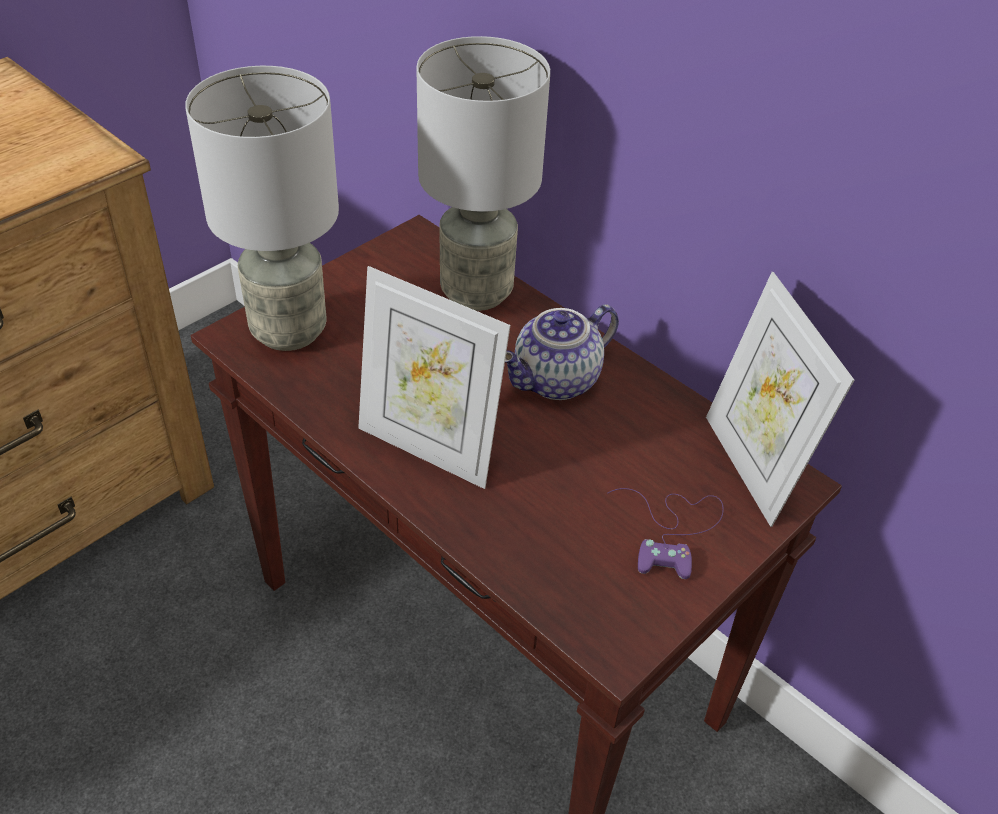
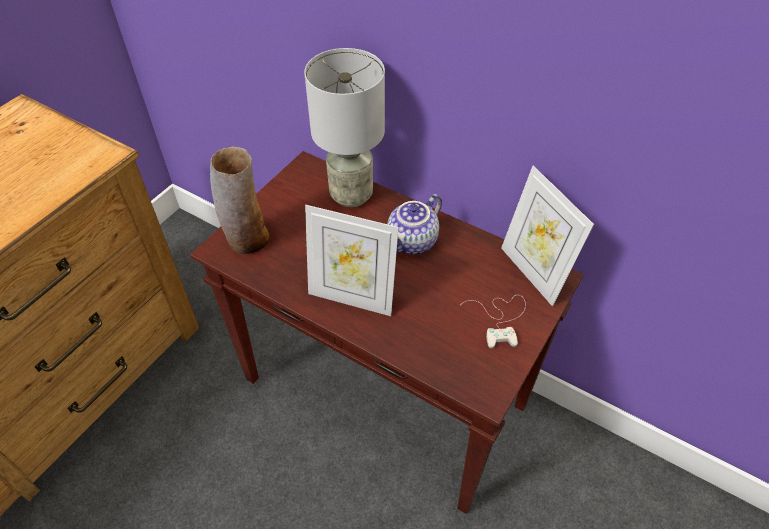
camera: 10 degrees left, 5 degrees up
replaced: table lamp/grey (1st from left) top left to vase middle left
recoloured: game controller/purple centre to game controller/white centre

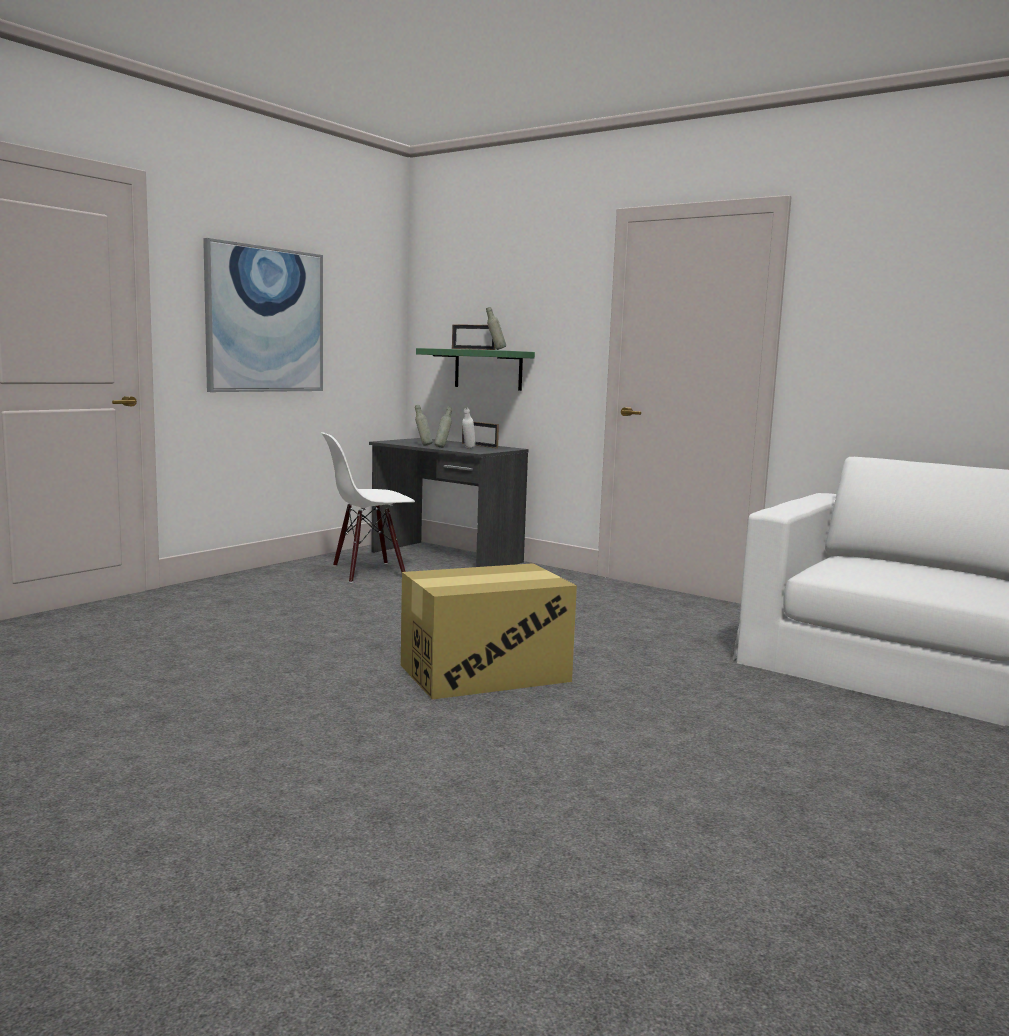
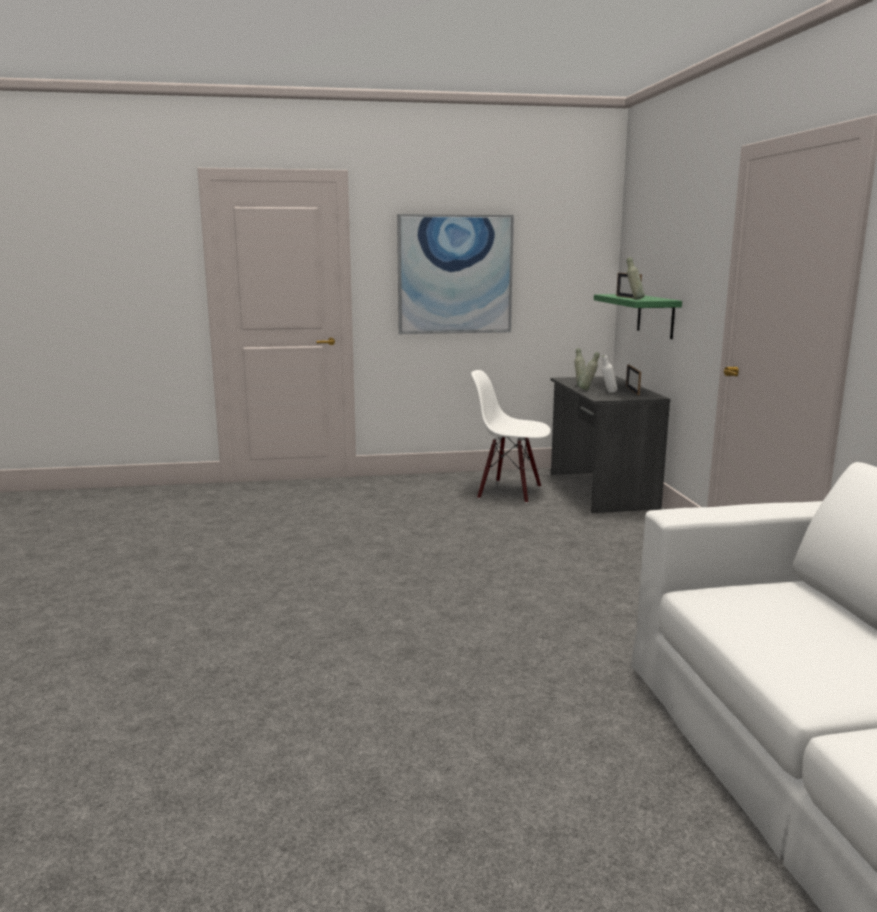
camera: 45 degrees right, 5 degrees up
removed: cardboard box centre

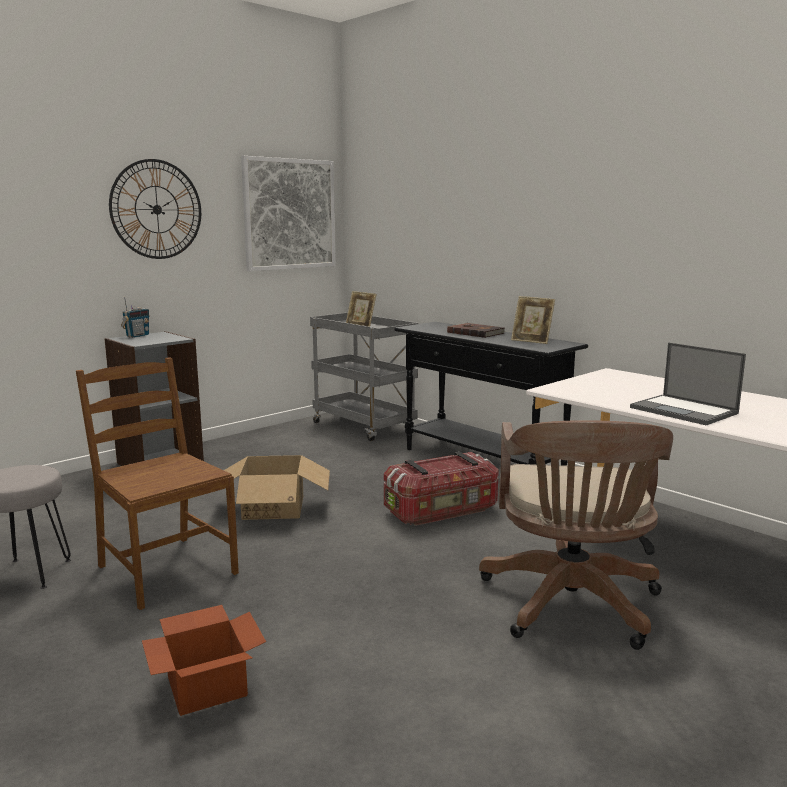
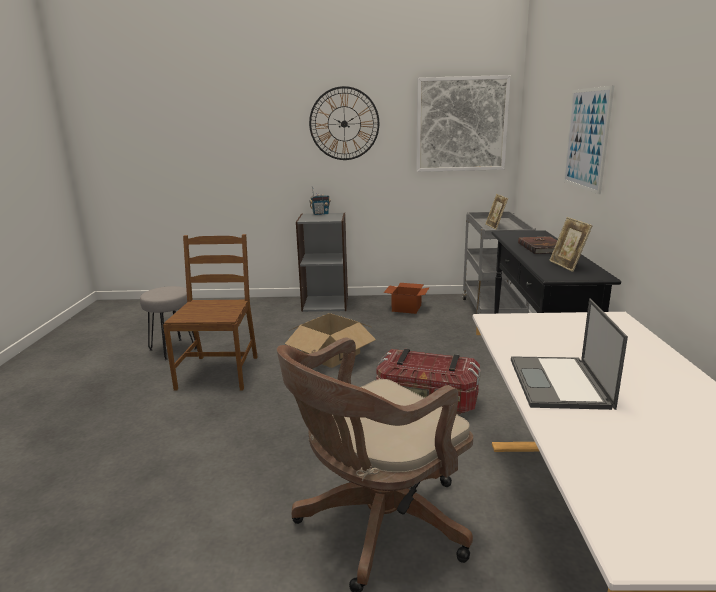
camera: 45 degrees right, 5 degrees up
added: picture (2nd from left) top right
moved: cardboard box (1st from left in the first image) bottom left to cardboard box (2nd from left) centre

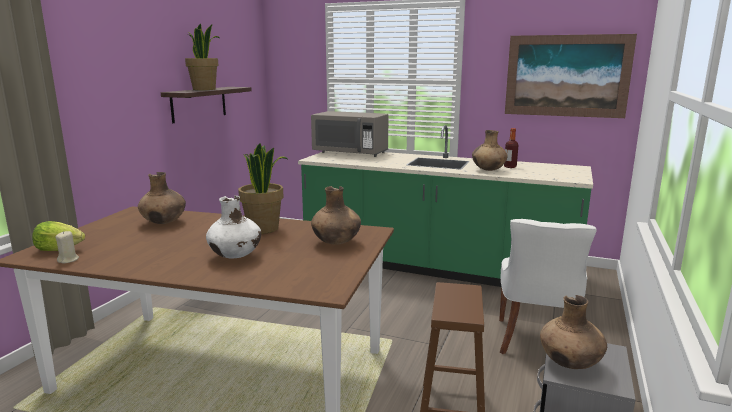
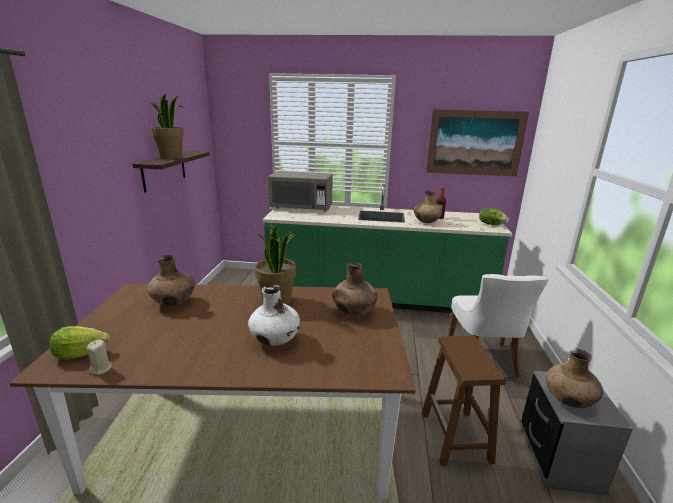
camera: 15 degrees left, 5 degrees up
added: lettuce (2nd from left) middle right

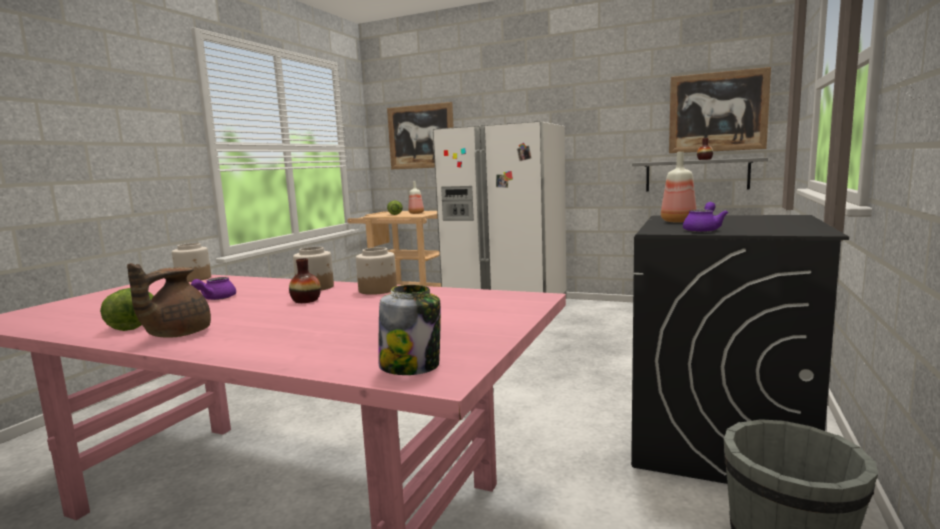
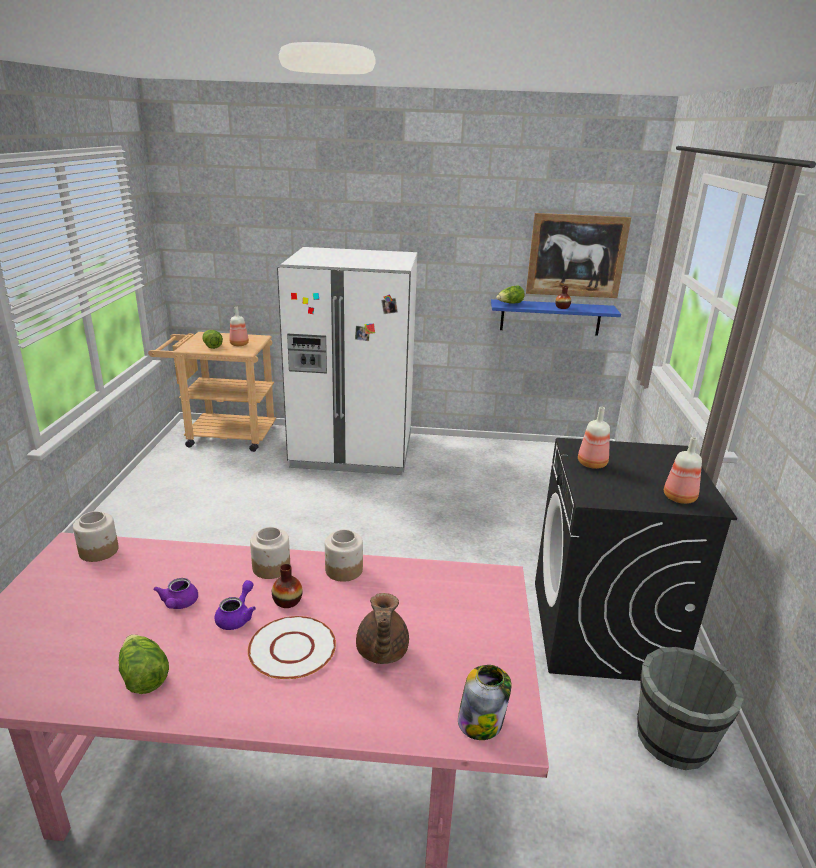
camera: 20 degrees left, 15 degrees up
removed: picture (1st from left) top centre
added: plate/white bottom centre; lettuce (3rd from left) centre; bottle (3rd from left) middle right
moved: teapot/brown middle left to bottom centre; teapot/purple (2nd from left) middle right to bottom left
recoloured: shelf/grey top right to shelf/blue middle right

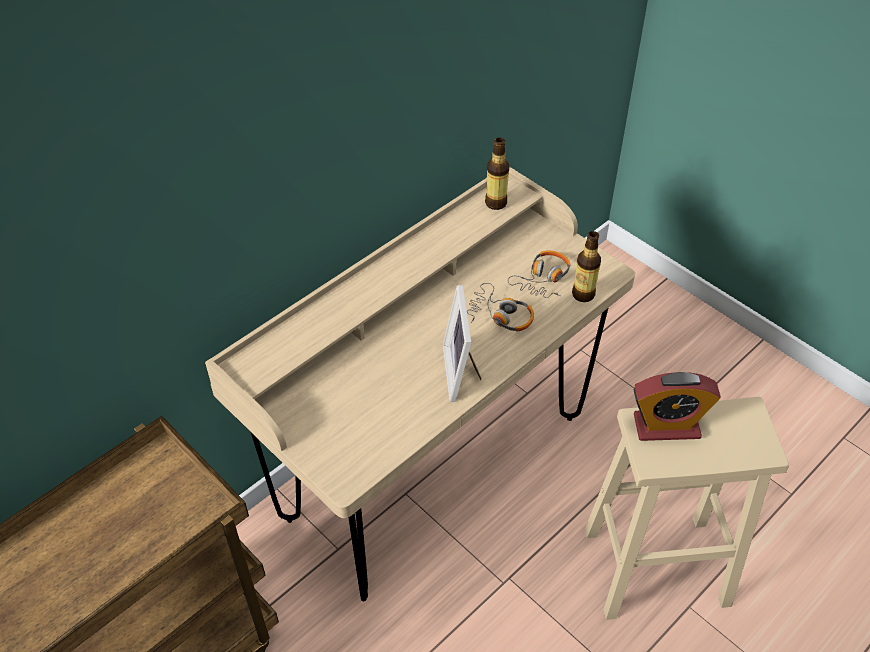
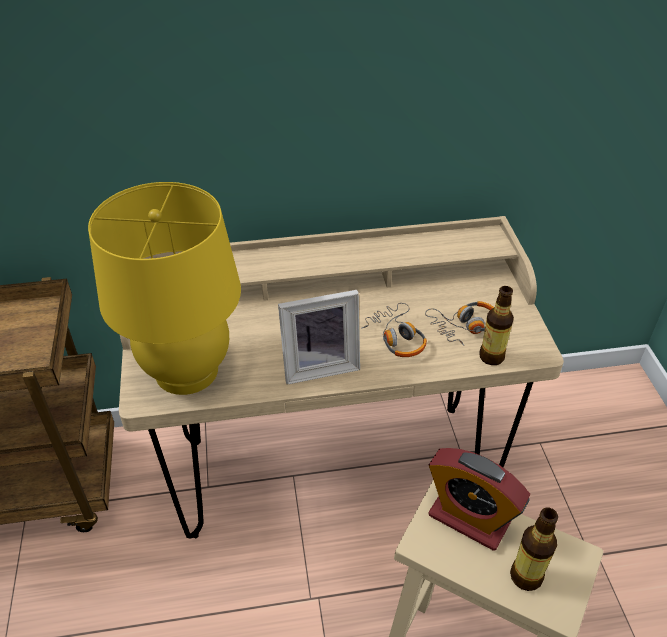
camera: 35 degrees right, 5 degrees down
added: table lamp/yellow middle left
moved: bottle (1st from left in the first image) top centre to bottle (2nd from left) bottom right
turned: picture frame centre = centre 135 degrees counterclockwise

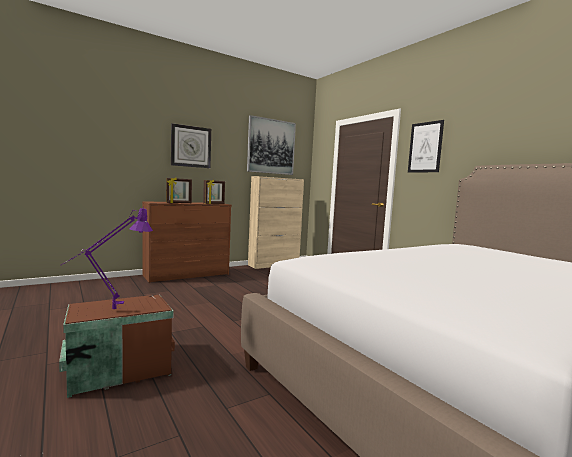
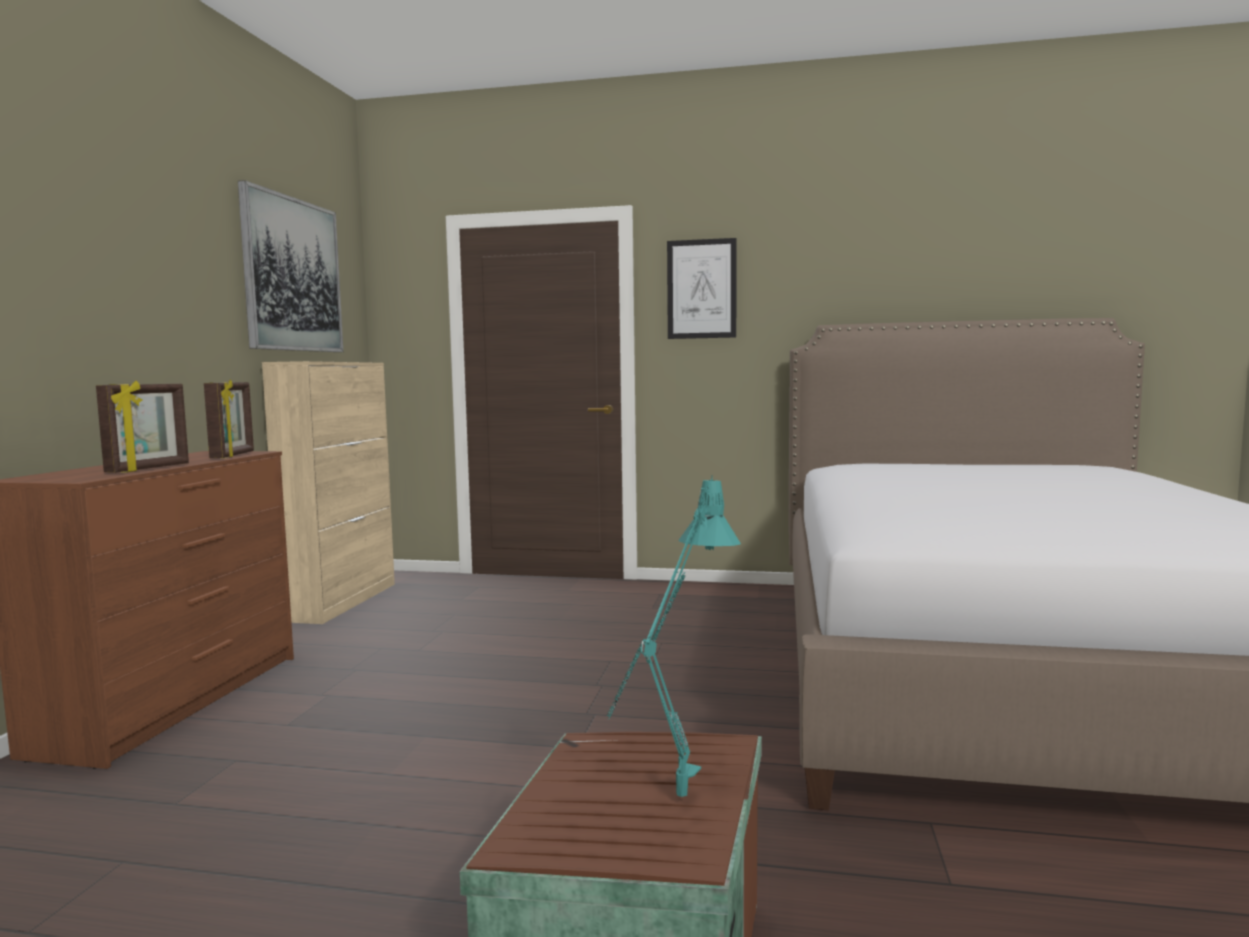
camera: 45 degrees left, 0 degrees up
removed: wall clock top centre
recoloured: table lamp/purple middle left to table lamp/turquoise bottom centre

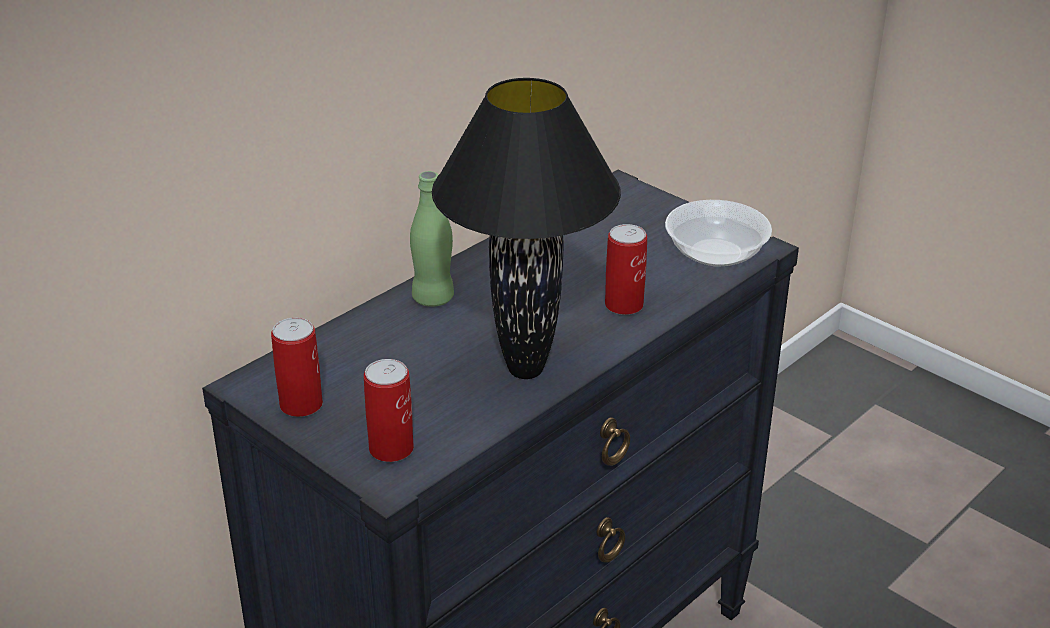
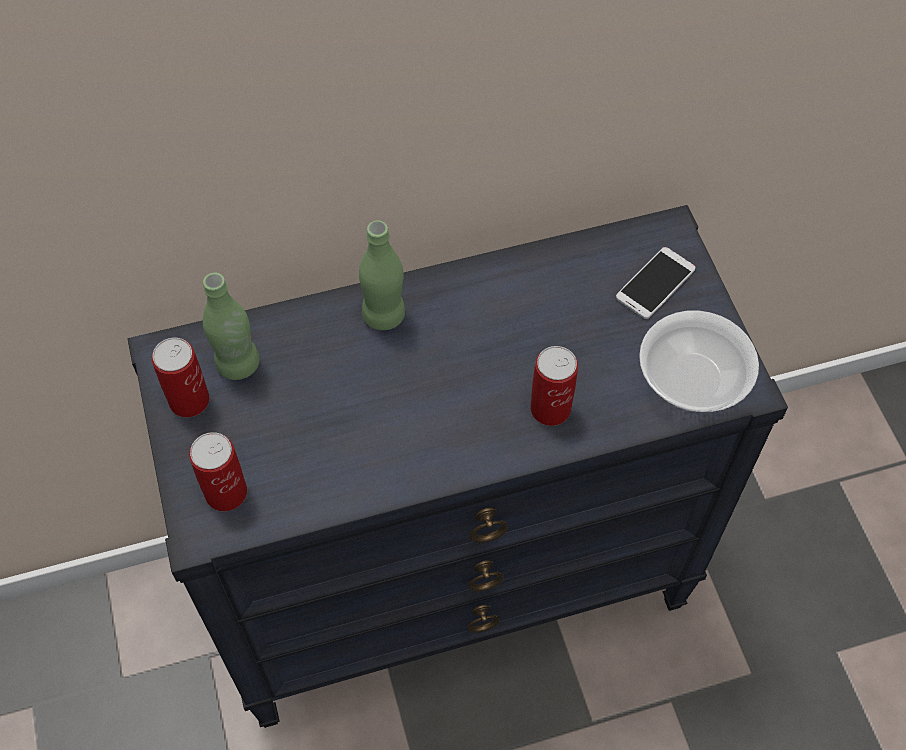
camera: 30 degrees right, 25 degrees up
removed: table lamp/black centre
added: bottle/green (1st from left) middle left; phone middle right

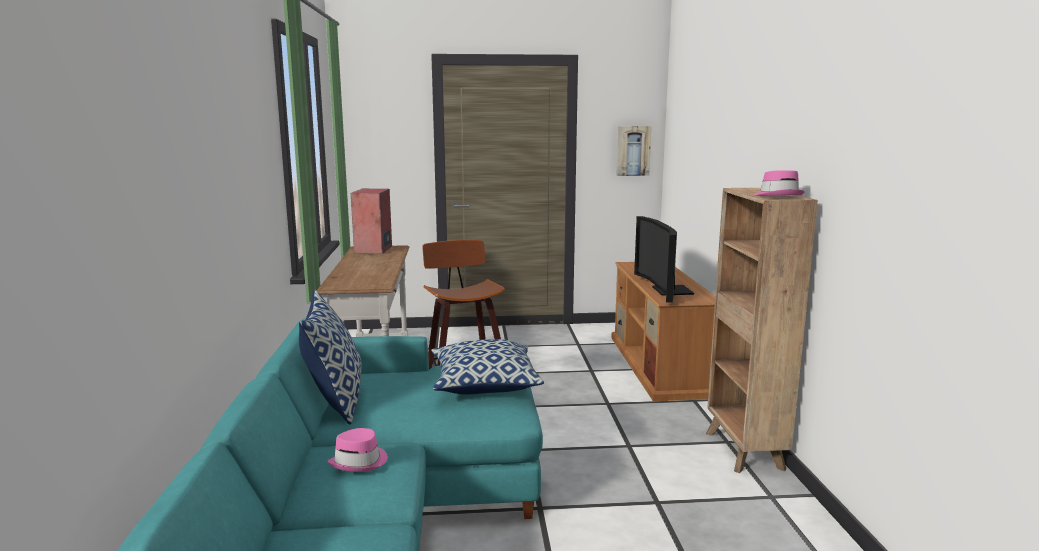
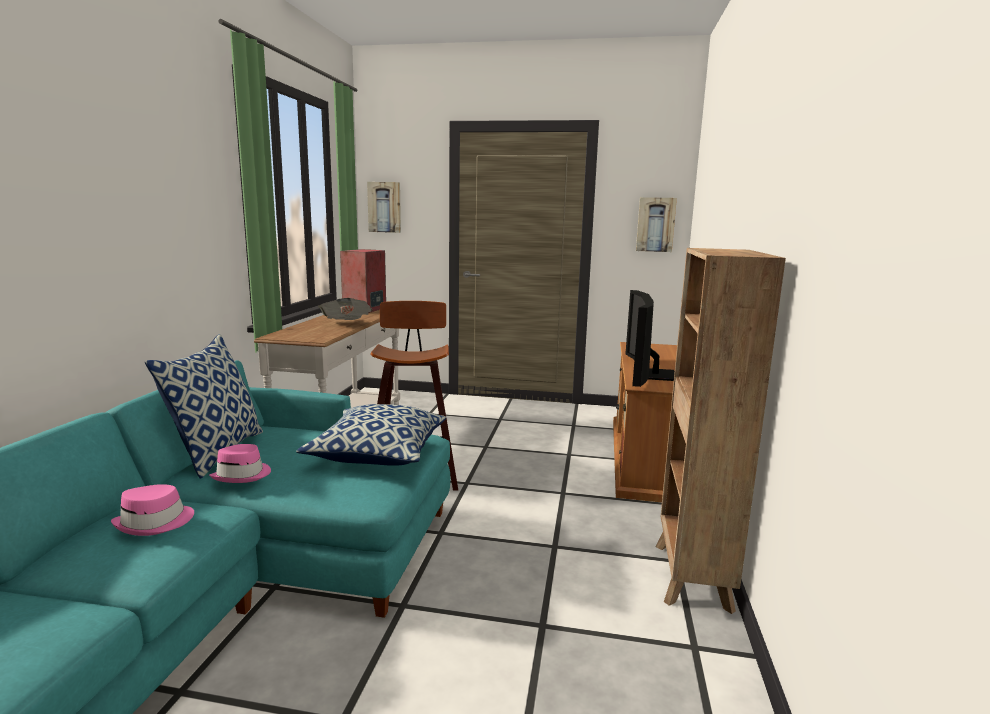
camera: 15 degrees right, 0 degrees up
added: newspaper centre; picture (1st from left) top centre
moved: hat/pink (2nd from left) top right to middle left

